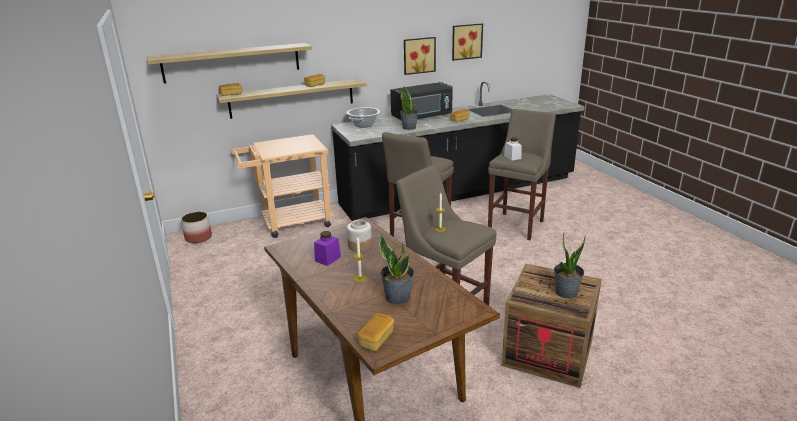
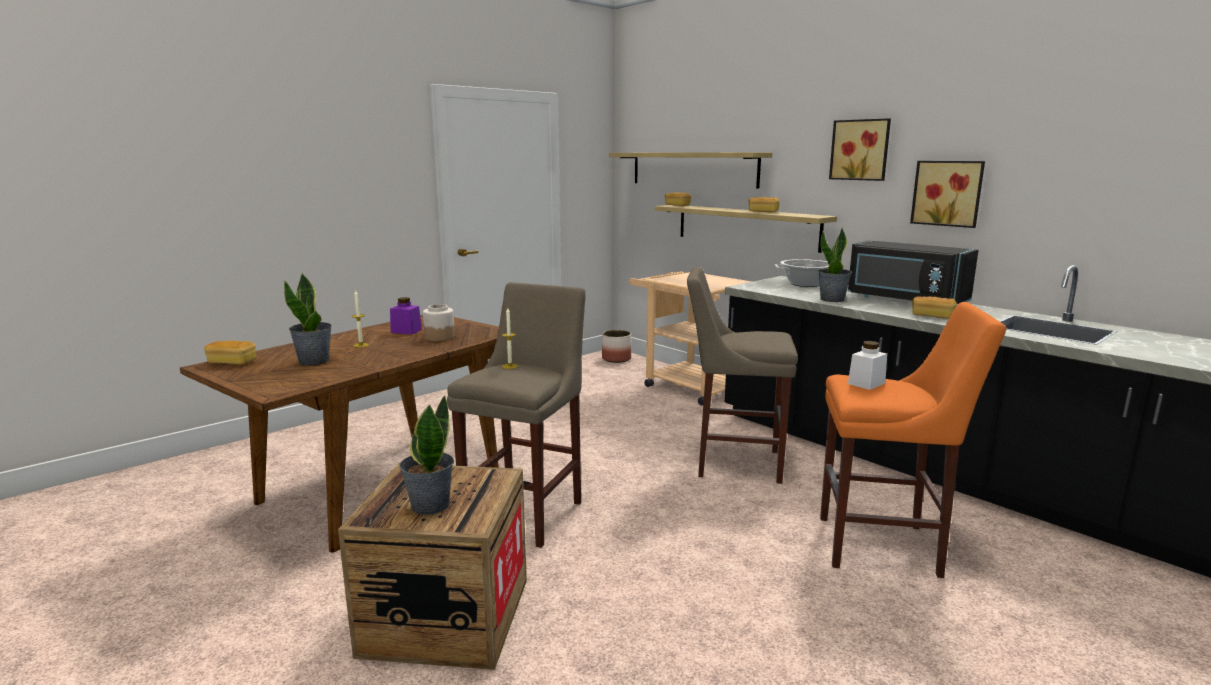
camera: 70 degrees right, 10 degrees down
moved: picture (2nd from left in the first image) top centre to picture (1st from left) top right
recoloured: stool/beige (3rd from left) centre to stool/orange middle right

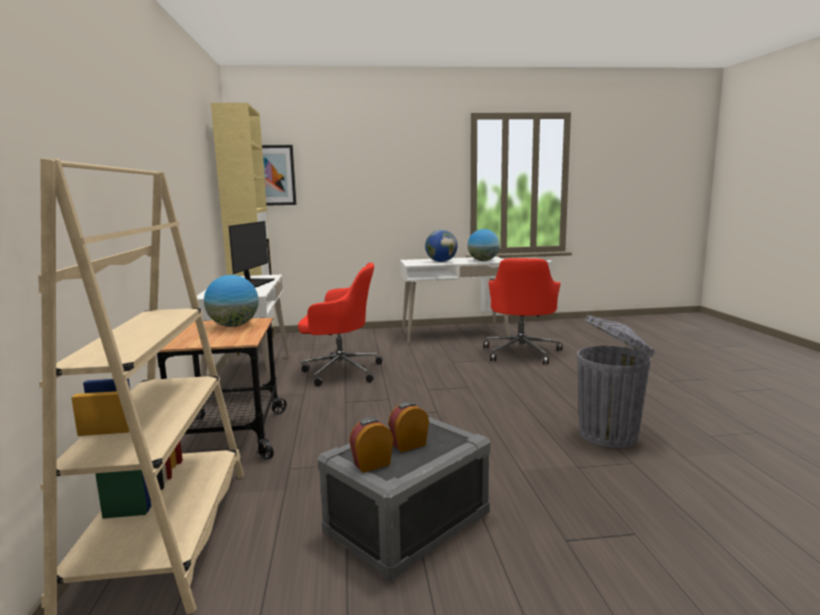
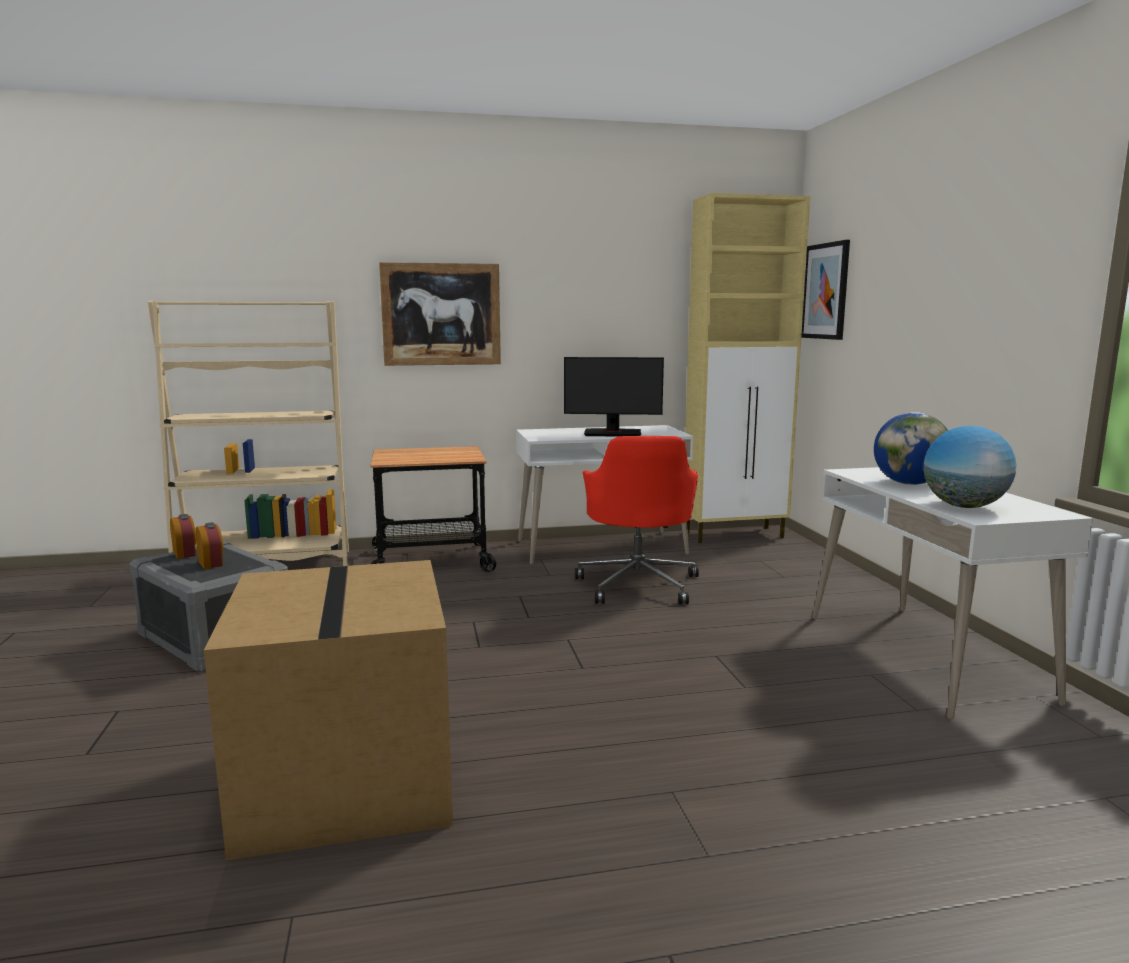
camera: 85 degrees right, 0 degrees up
removed: globe (1st from left) middle left; office chair/red (2nd from left) centre
added: picture (1st from left) top centre
replaced: trash can/grey middle right to cardboard box bottom left

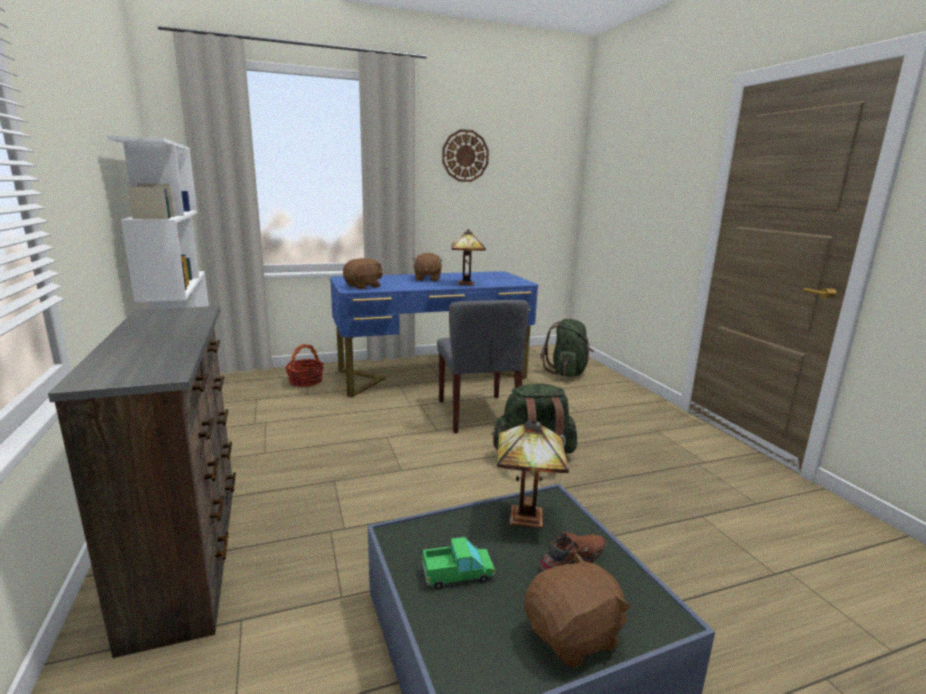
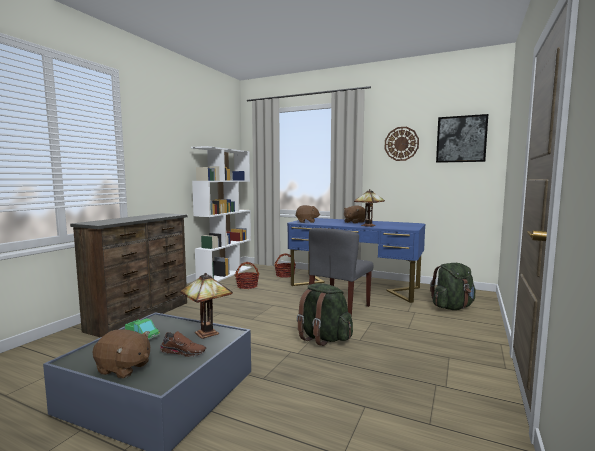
camera: 45 degrees right, 10 degrees down
added: basket (1st from left) centre; picture top right

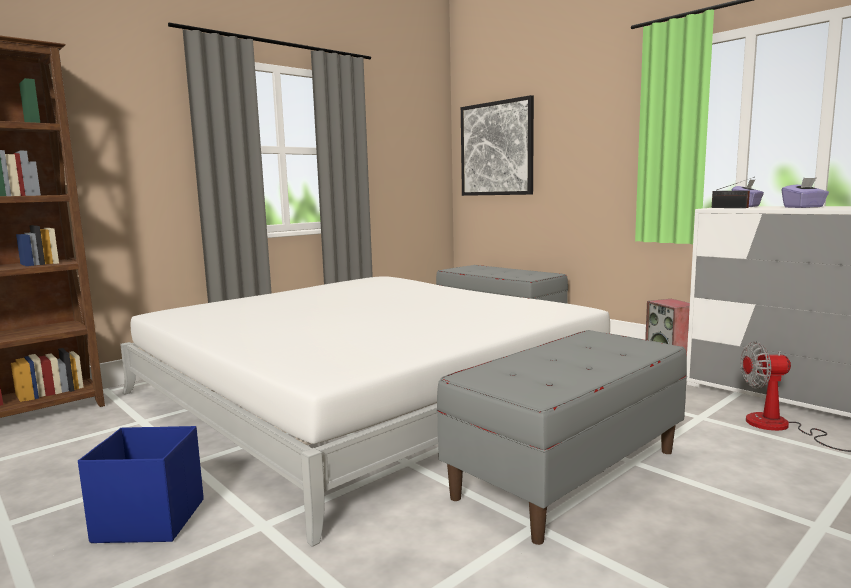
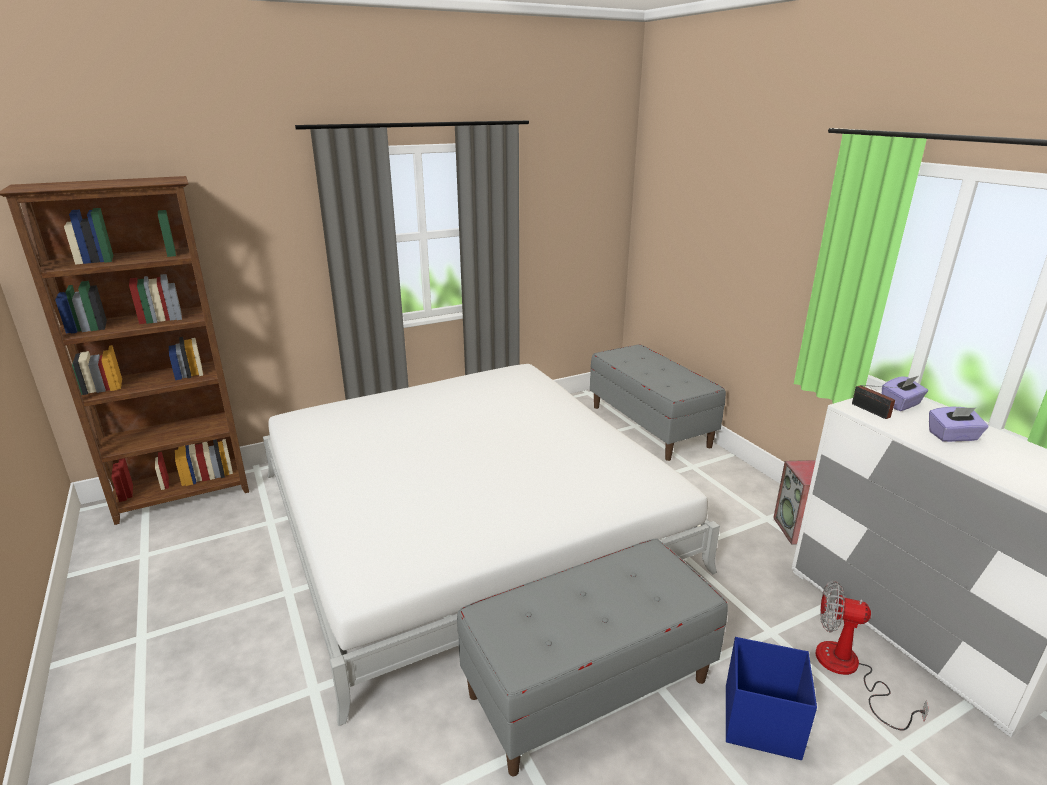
camera: 15 degrees right, 15 degrees up
removed: picture top centre
moved: storage box/blue bottom left to bottom right

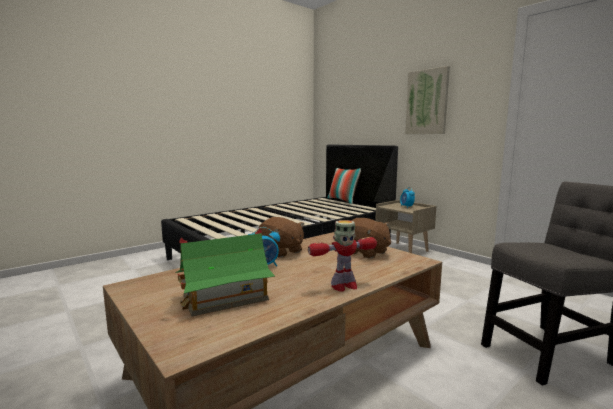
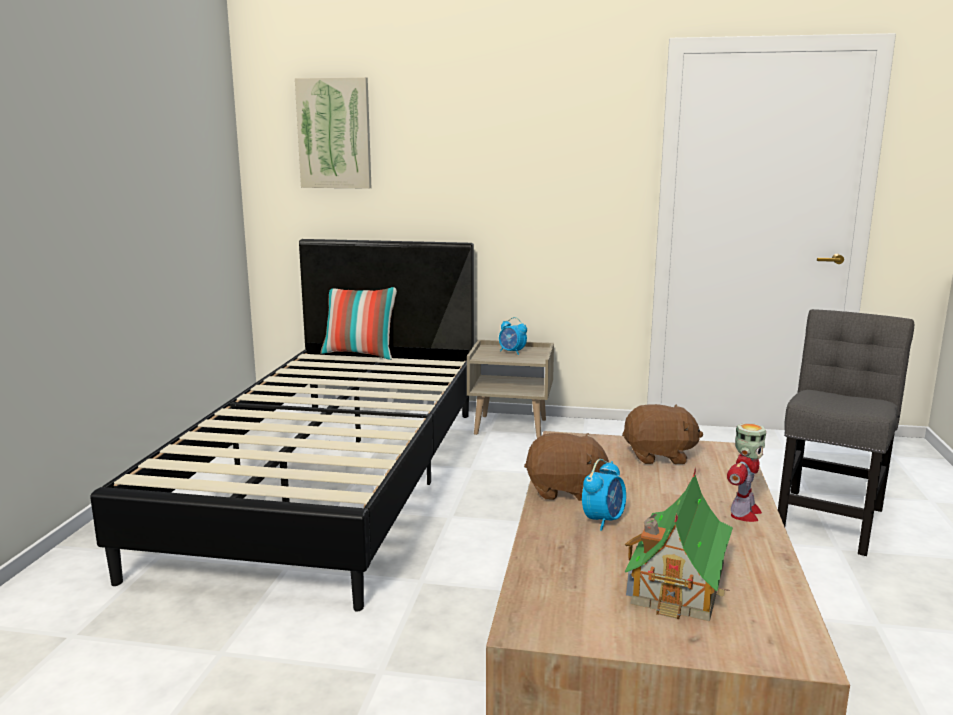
camera: 40 degrees left, 5 degrees up
moved: picture top right to top centre

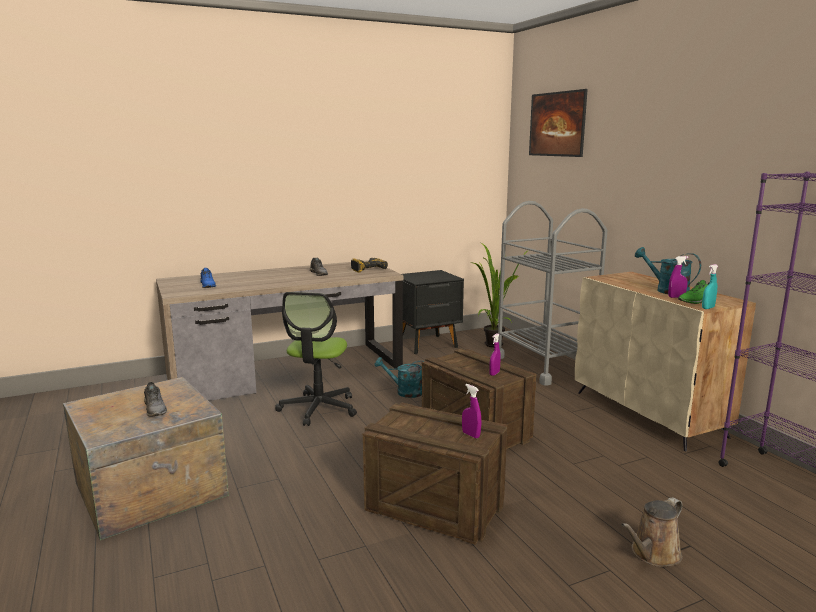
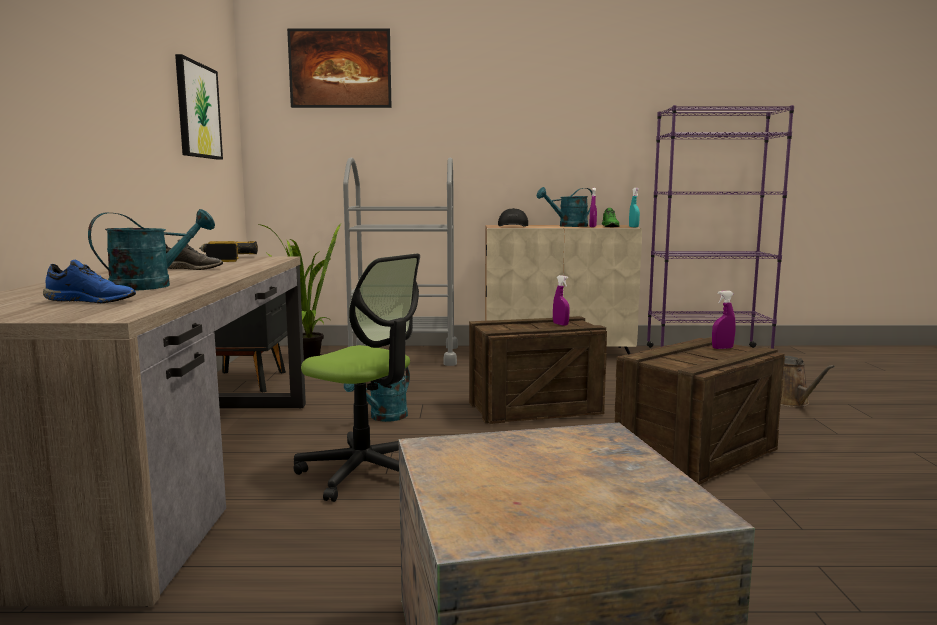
camera: 65 degrees left, 5 degrees down
removed: shoe/grey (1st from left) middle left
added: watering can/turquoise (1st from left) middle left; picture (1st from left) top left; cap/black centre

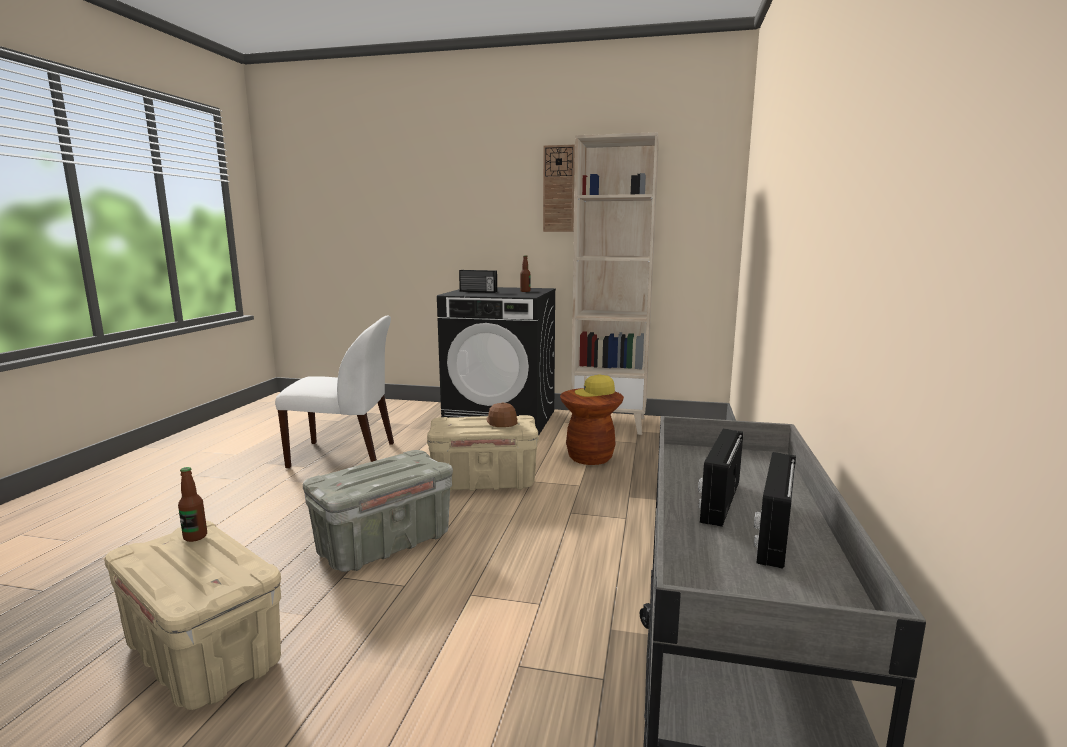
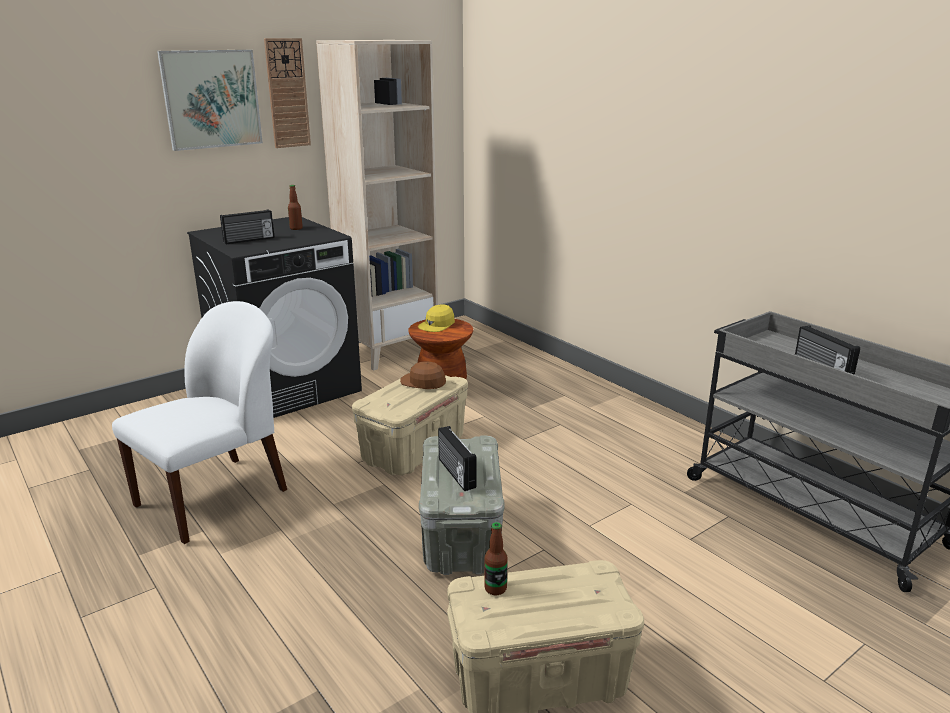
camera: 50 degrees left, 10 degrees up
added: picture top left
moved: radio (3rd from left in the first image) bottom right to radio (2nd from left) centre

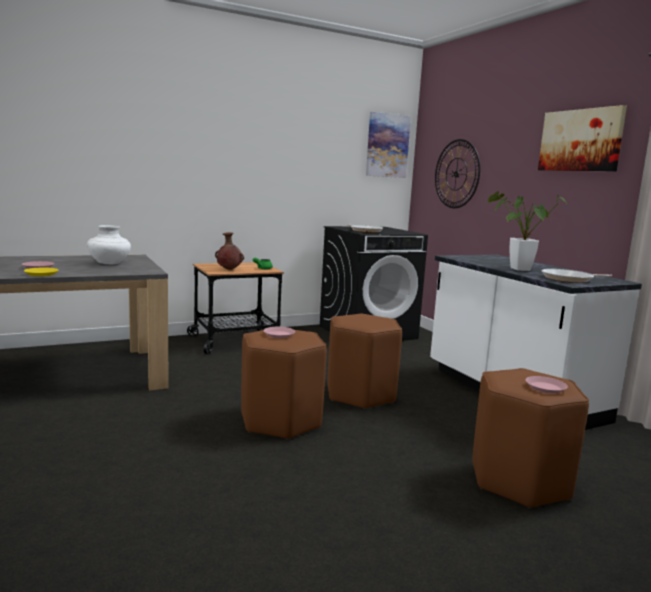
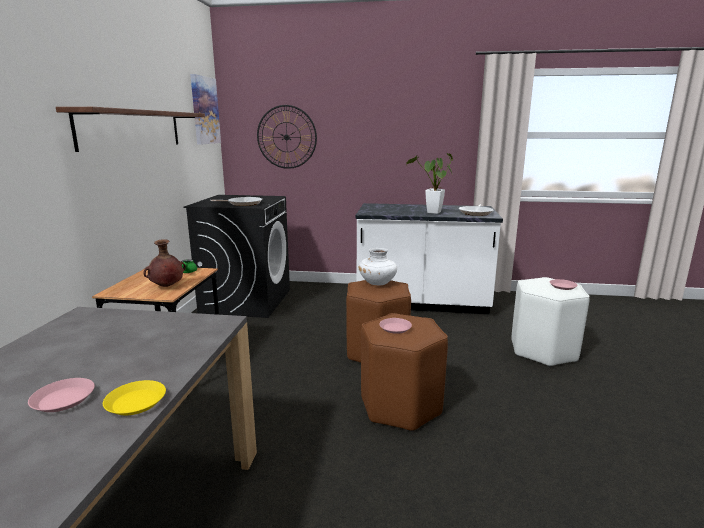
camera: 55 degrees left, 5 degrees up
removed: picture (2nd from left) top right
added: shelf top left
moved: vase/white middle left to centre
recoloured: stool/brown (3rd from left) bottom right to stool/white middle right

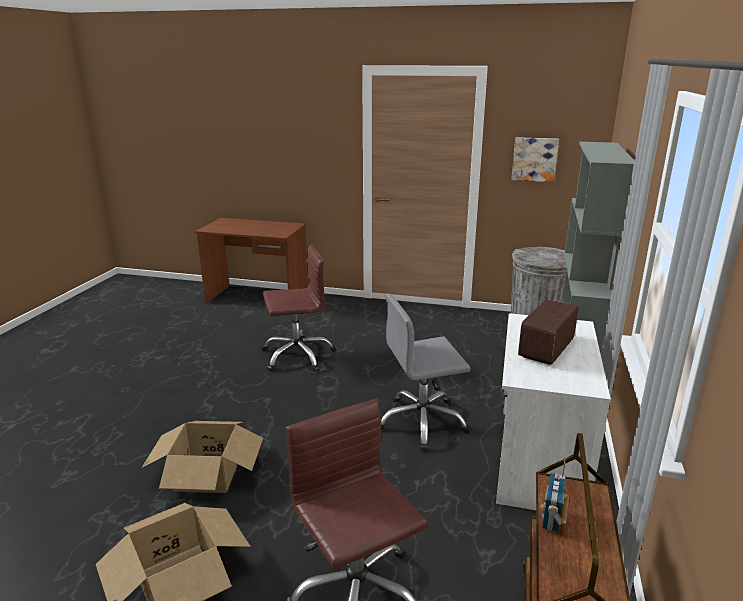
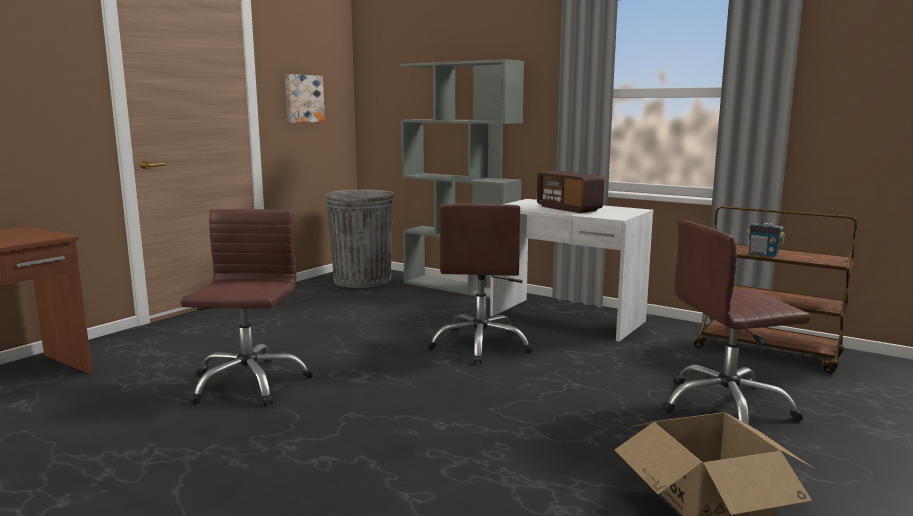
camera: 70 degrees left, 10 degrees down
removed: cardboard box (2nd from left) bottom left
recoloured: office chair/grey centre to office chair/brown (2nd from left) centre

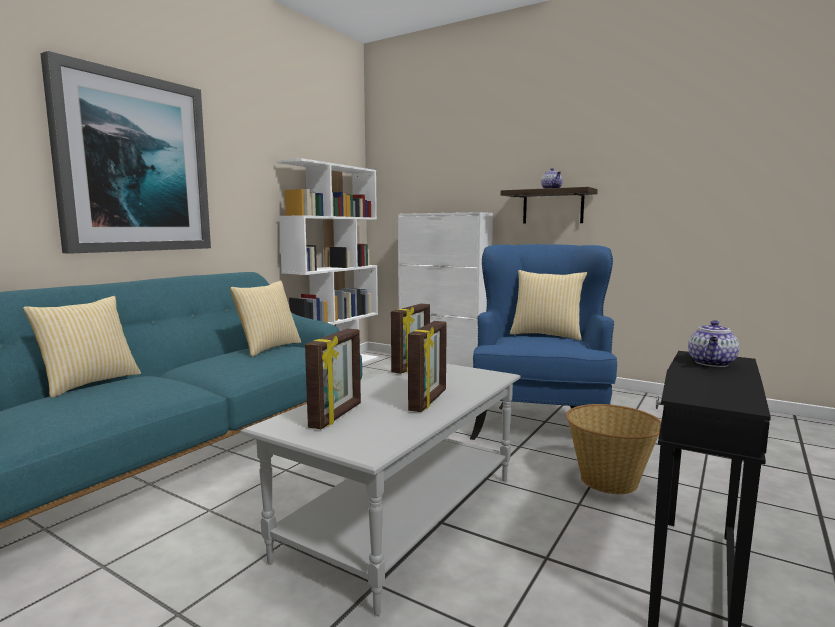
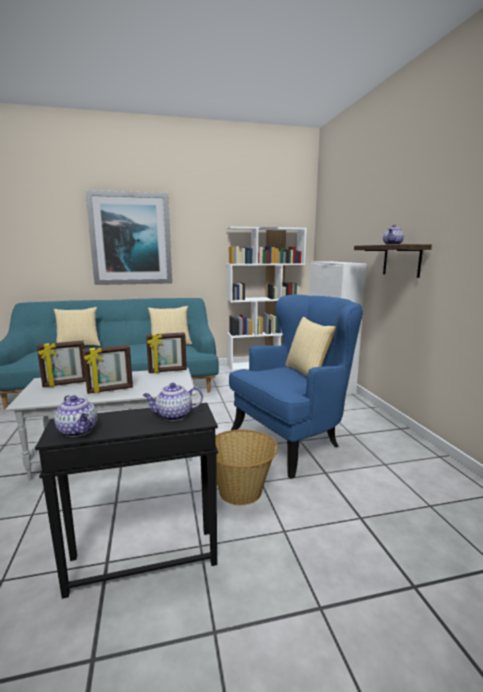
camera: 45 degrees right, 5 degrees up
added: teapot (1st from left) middle left

